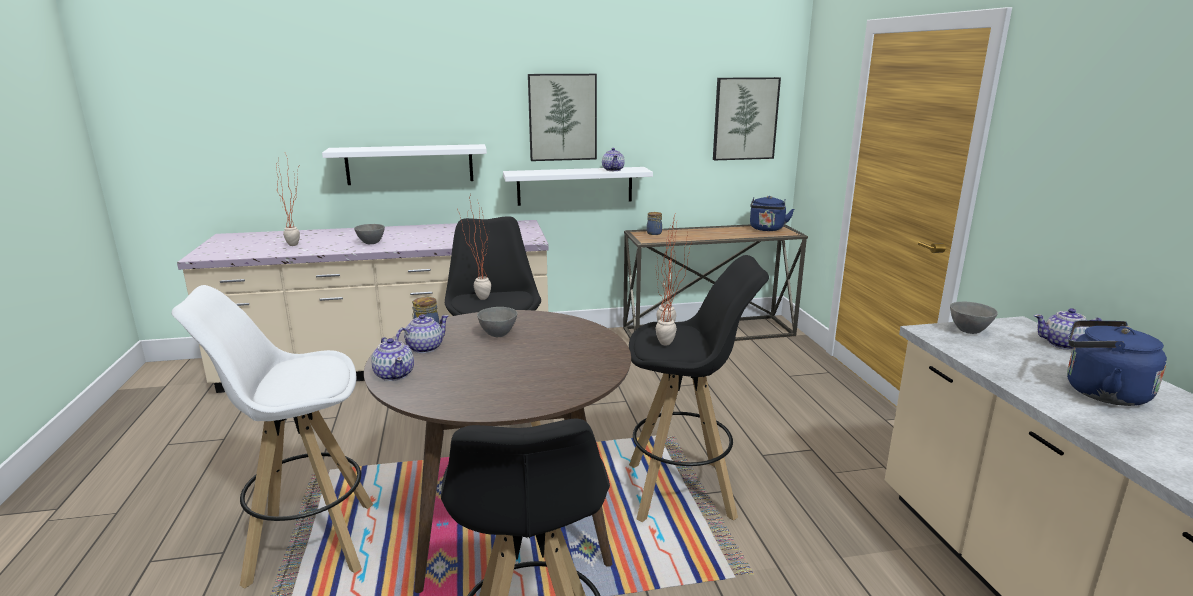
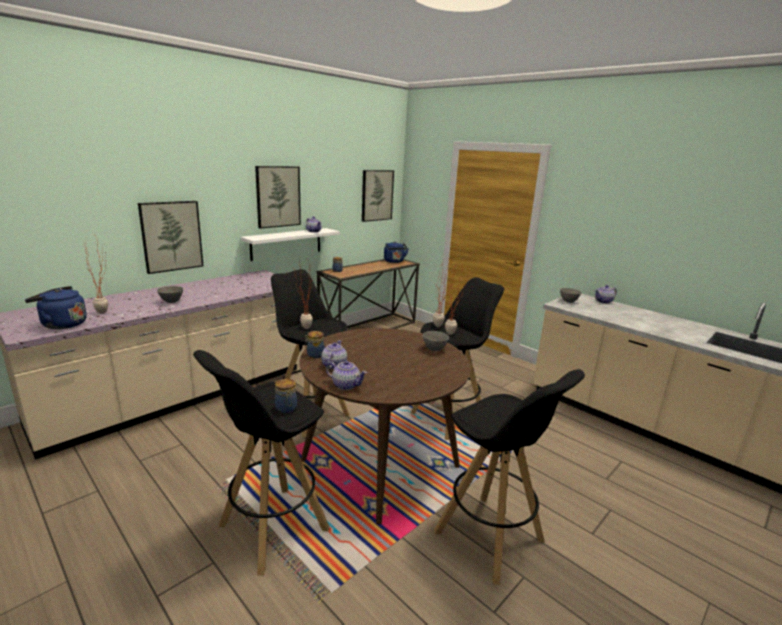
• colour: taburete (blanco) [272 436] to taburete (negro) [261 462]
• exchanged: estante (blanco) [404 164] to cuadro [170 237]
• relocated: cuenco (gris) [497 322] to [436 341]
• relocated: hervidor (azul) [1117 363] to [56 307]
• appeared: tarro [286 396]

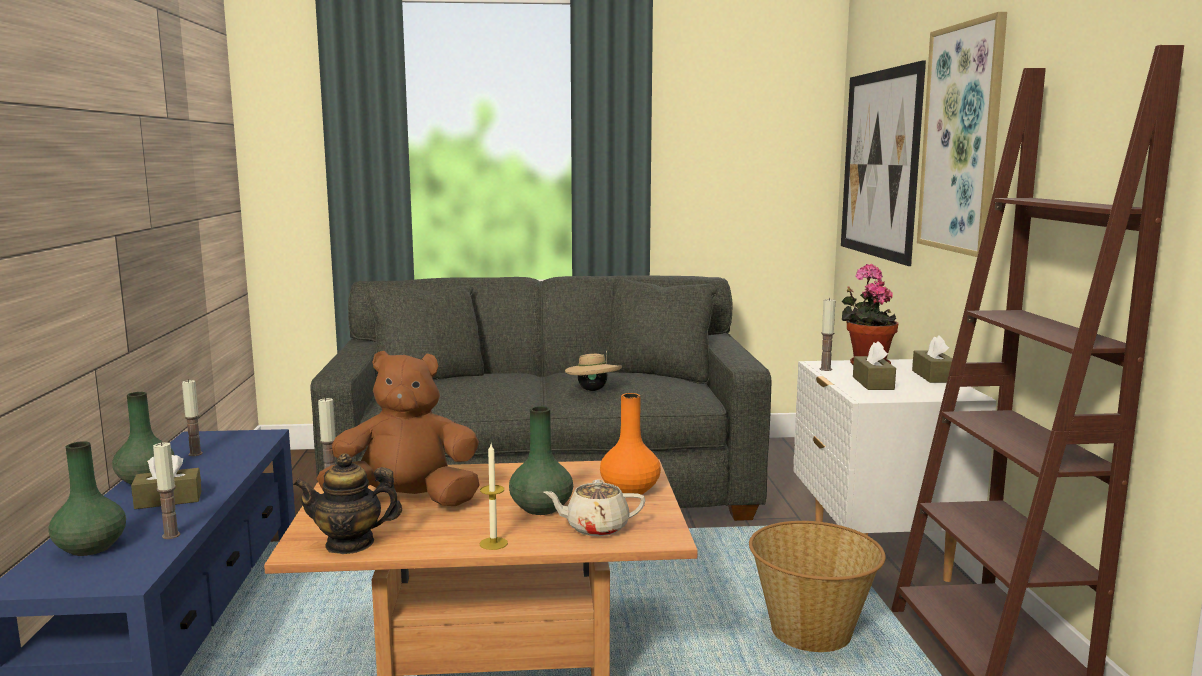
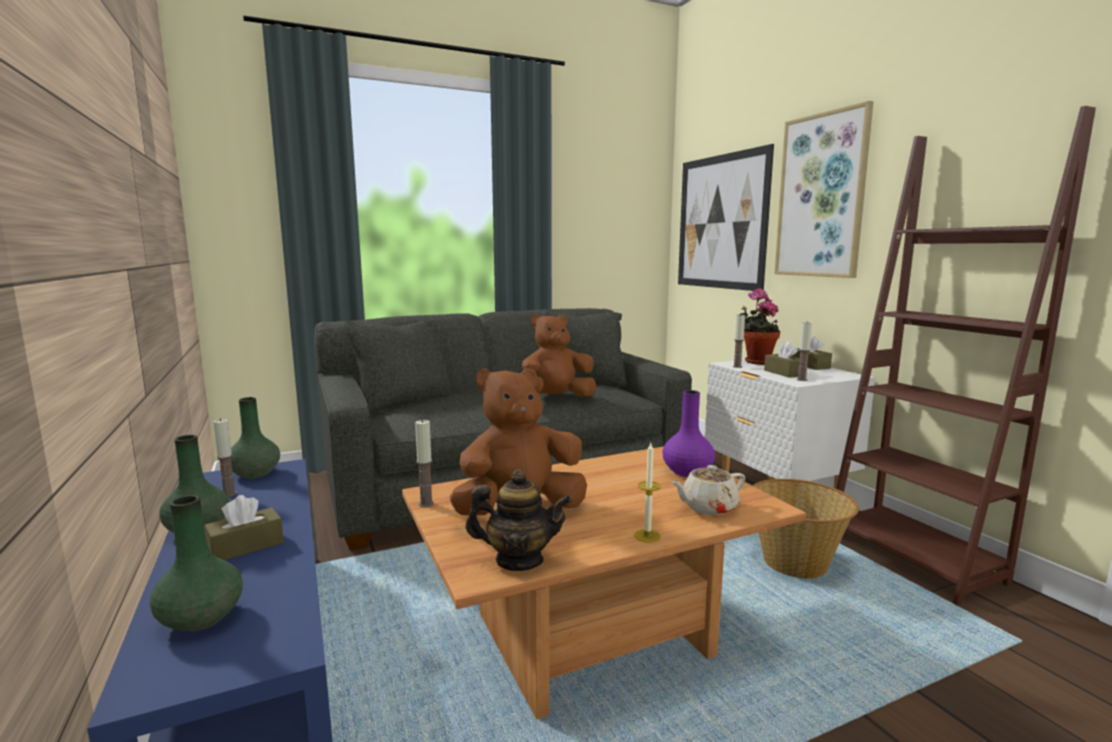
• relocated: vela [166 490] to [804 351]
• spun: tetera [347 503] = [518 520] 150 degrees counterclockwise
• relocated: florero (verde) [541 460] to [255 438]
• exchanged: sombrero (beis) [593 371] to peluche (marrón) [559 355]
• colour: florero (naranja) [630 444] to florero (morado) [688 433]

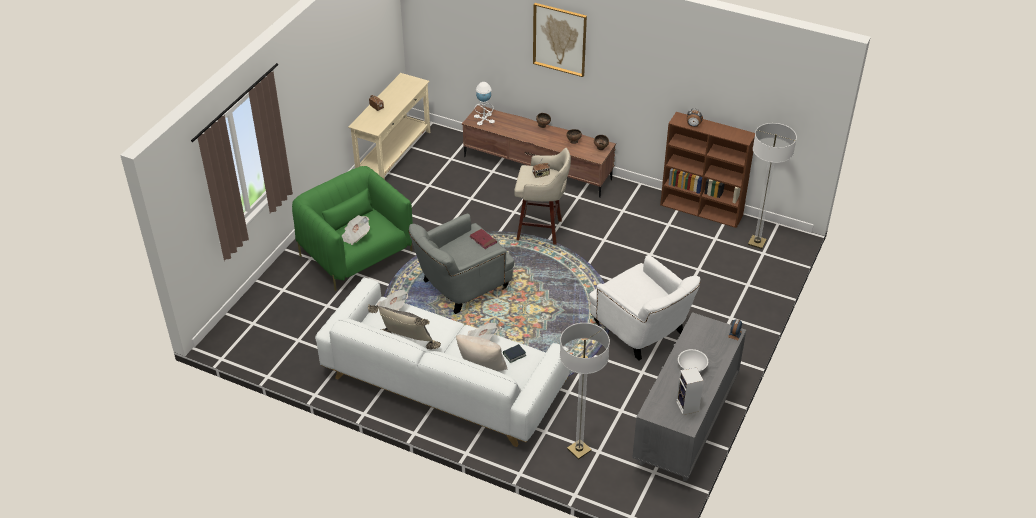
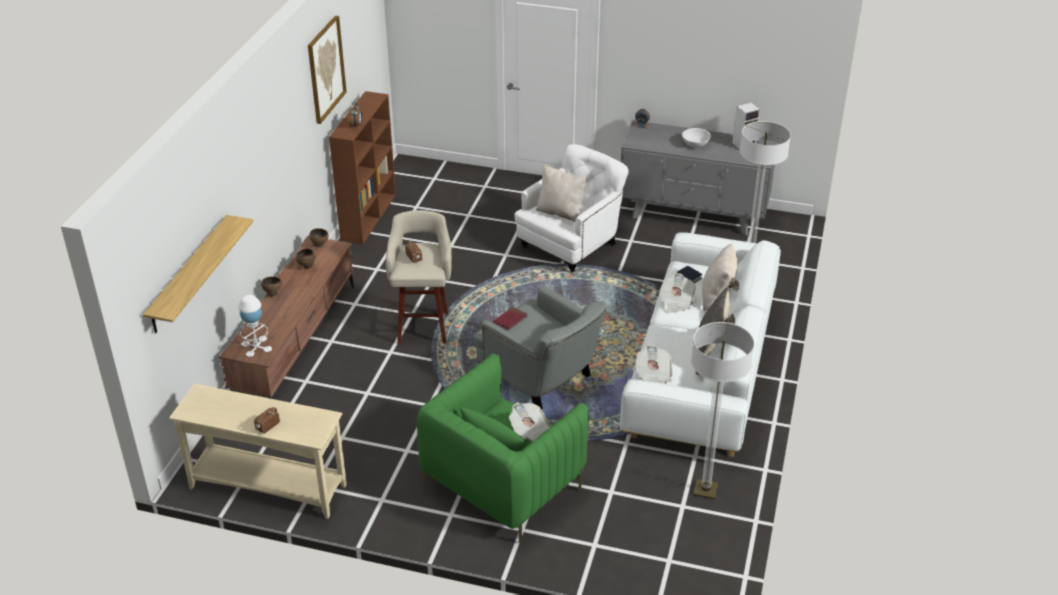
• relocated: cuadro [560 40] to [327 70]
• relocated: lámpara de pie [772 186] to [722 411]
• appeared: estante [198 274]
• appeared: cojín (beis) [561 193]

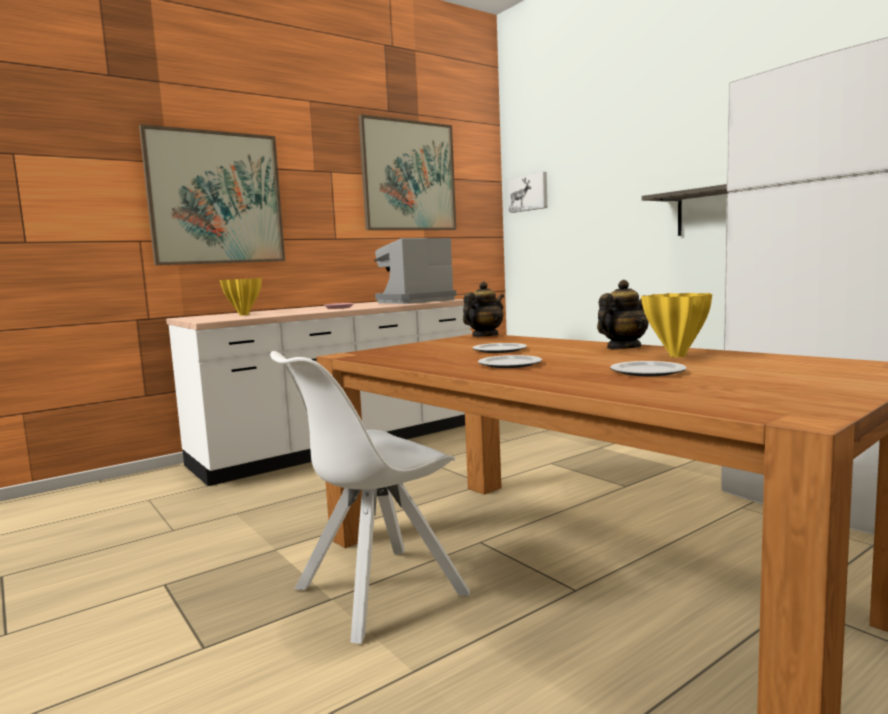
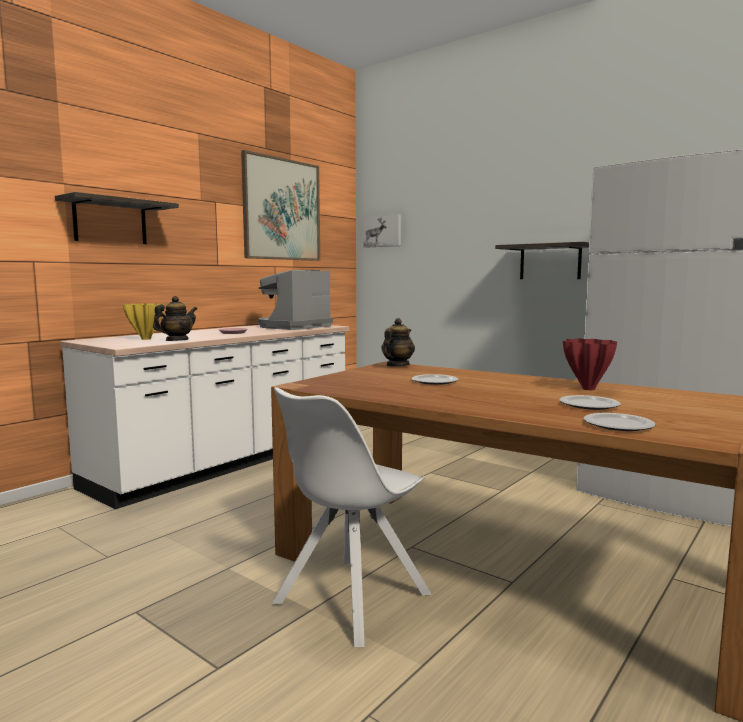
• exchanged: cuadro [212 194] to estante [117 218]
• relocated: plato [510 361] to [620 422]
• relocated: tetera [623 314] to [175 318]
• colour: florero (amarillo) [676 325] to florero (rojo) [590 364]

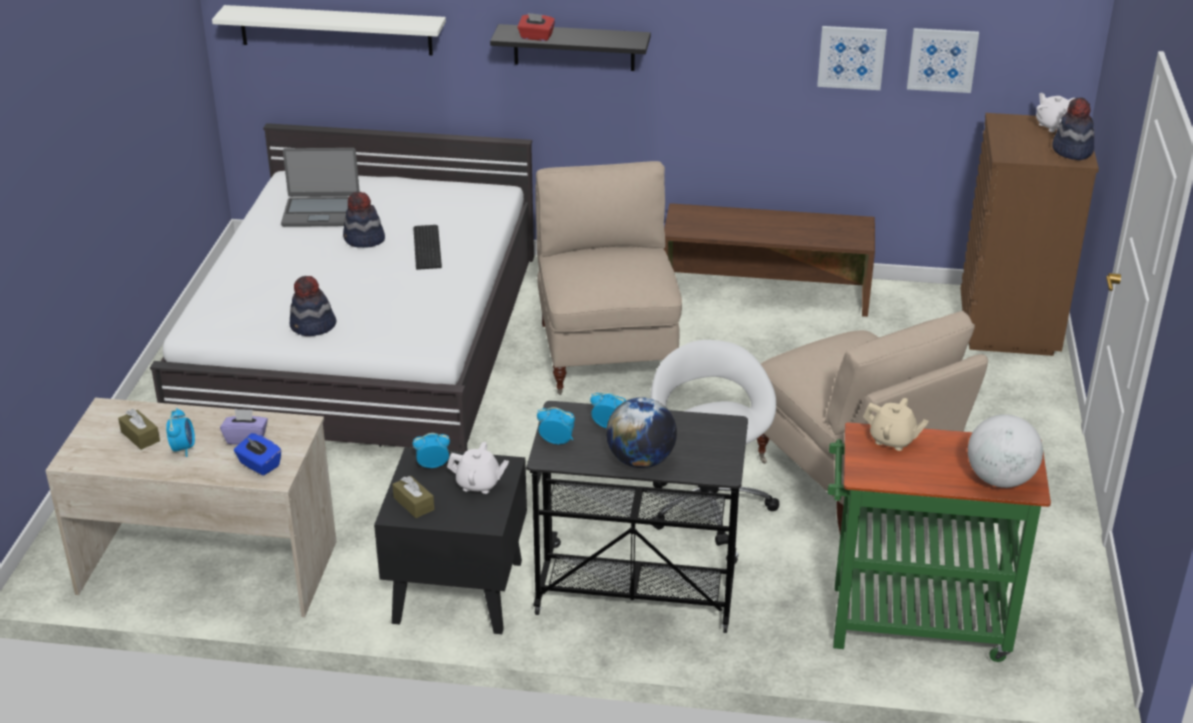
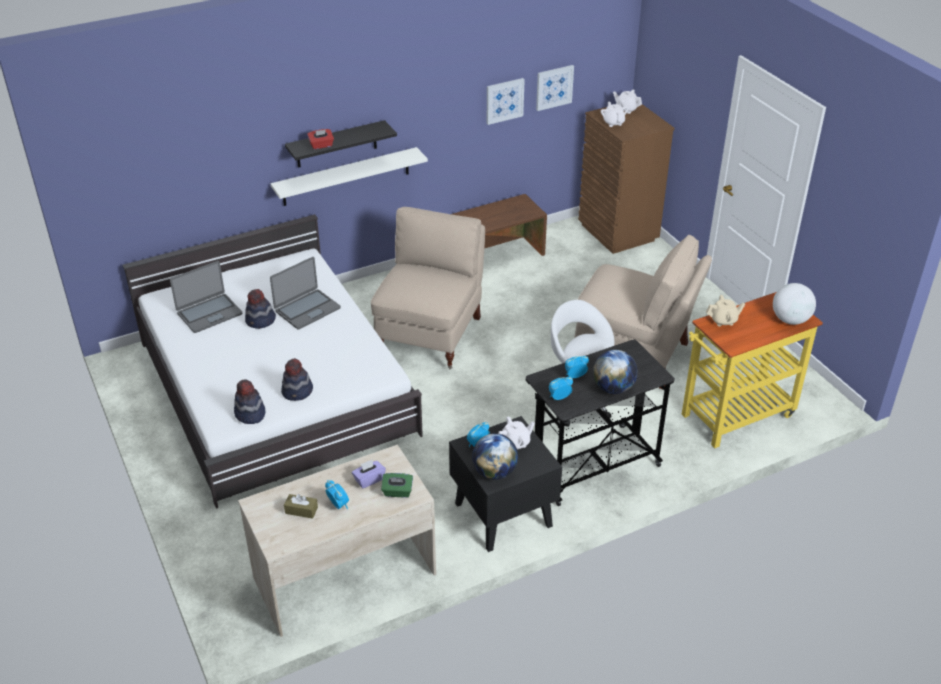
• relocated: estante (blanco) [329 30] to [349 176]
• colour: caja de pañuelos (azul) [257 454] to caja de pañuelos (verde) [397 485]
• exchanged: caja de pañuelos (marrón) [413 497] to globo terráqueo [495 456]
• exchanged: teclado [427 247] to portátil [305 293]
• spun: silla (beis) [608 278] = [428 288] 60 degrees clockwise
• colour: carrito (verde) [939 542] to carrito (amarillo) [752 370]
• relocated: sombrero [1073 128] to [250 401]
• appeared: tetera (blanco) [615 114]

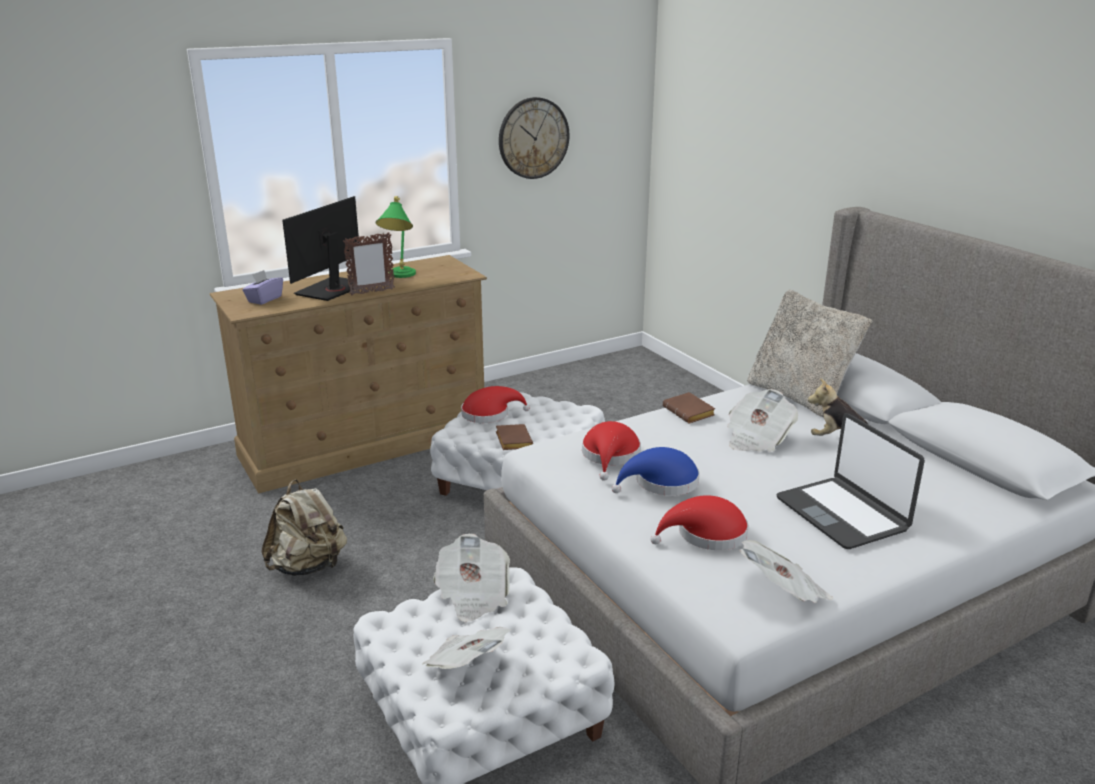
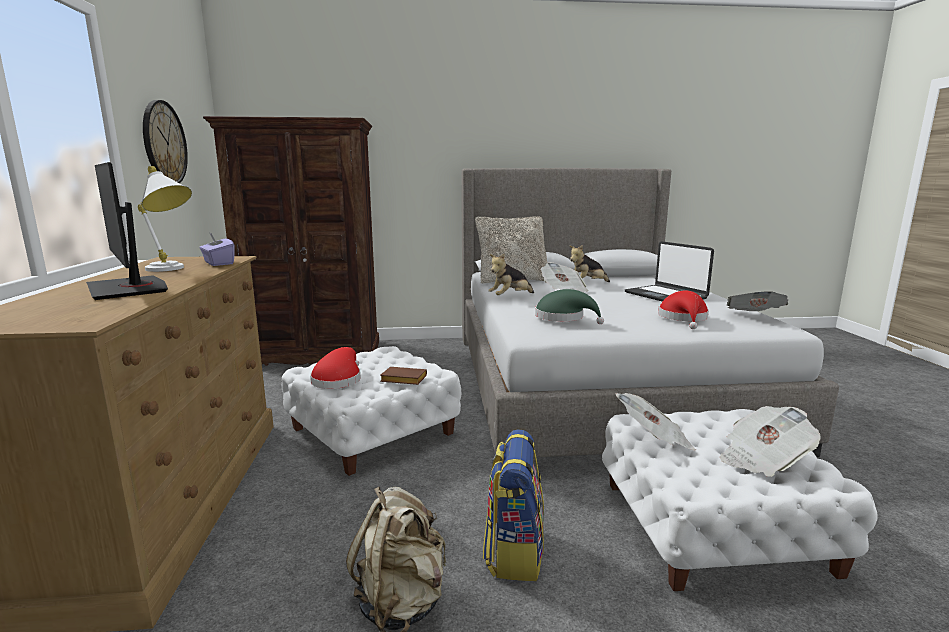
• relocated: caja de pañuelos (morado) [262 287] to [217 249]
• missing: portarretratos [369 263]
• colour: lámpara de mesa (verde) [396 237] to lámpara de mesa (blanco) [165 219]
• colour: sombrero (rojo) [611 451] to sombrero (verde) [569 306]
• missing: sombrero (azul) [656 471]
• exchanged: libro (marrón) [689 407] to peluche [511 274]
• spun: portátil [850 481] = [669 271] 60 degrees clockwise
• appeared: armario ropero (marrón) [291 241]
• appeared: mochila [513 505]

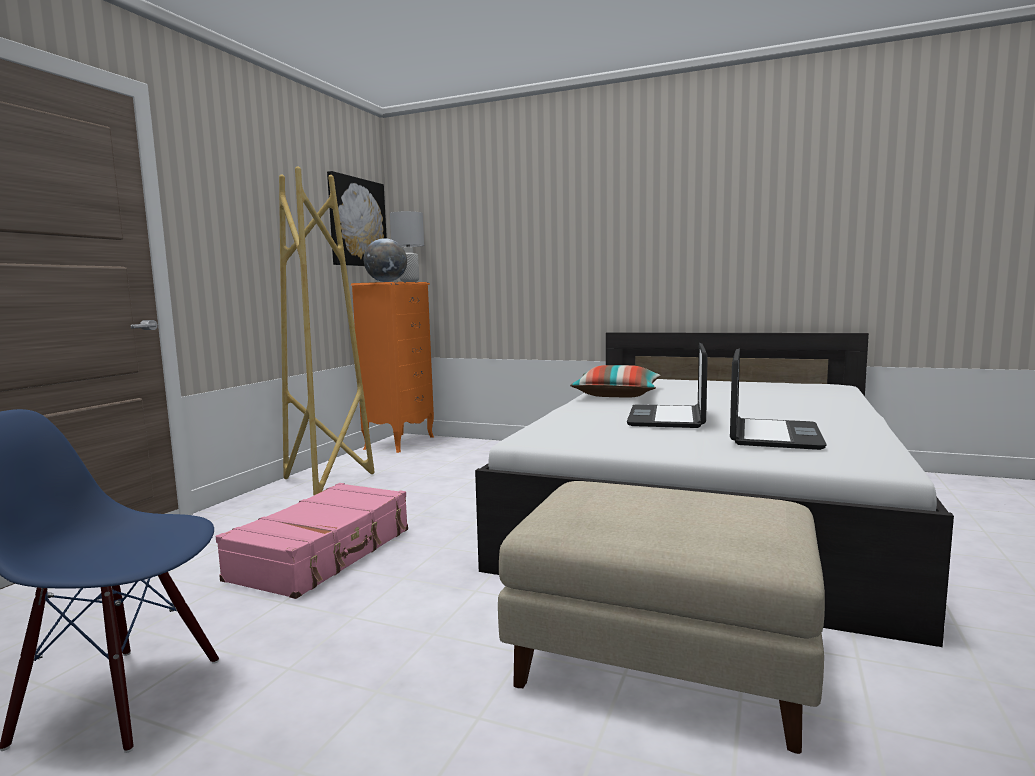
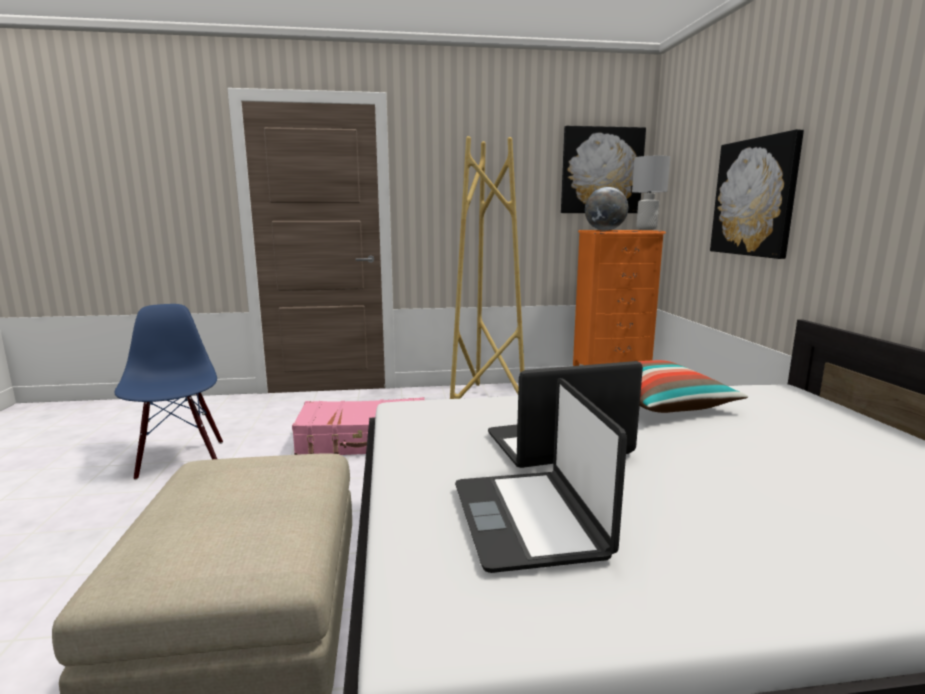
• spun: portátil [778 399] = [541 475] 90 degrees clockwise
• appeared: cuadro [757 194]

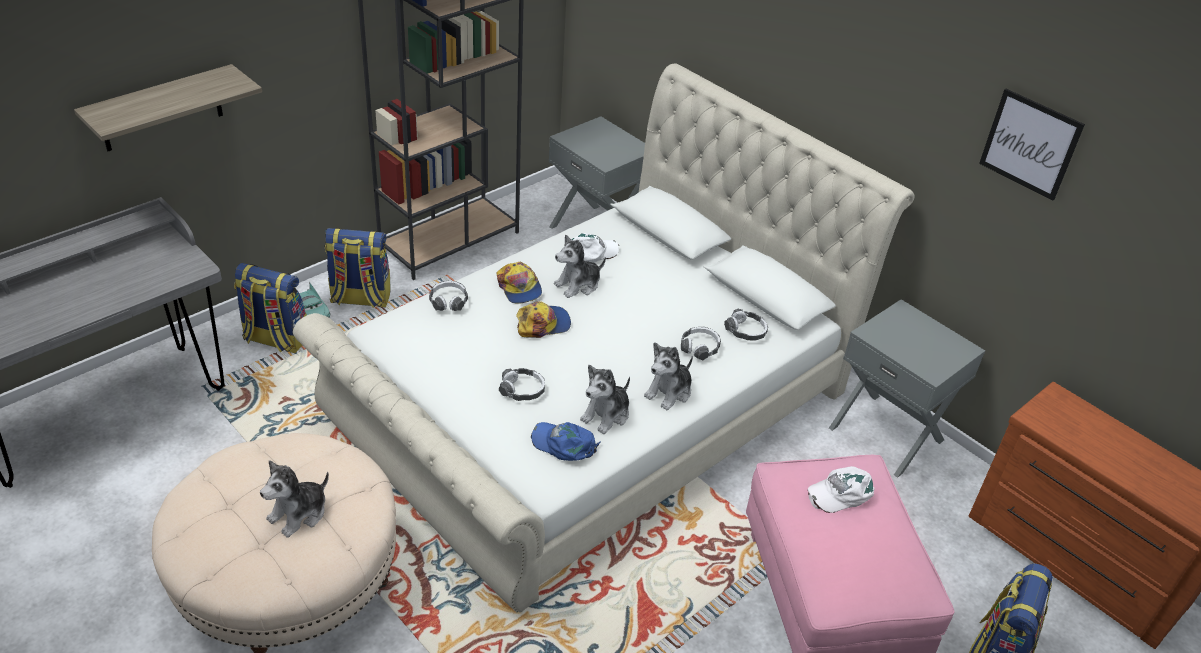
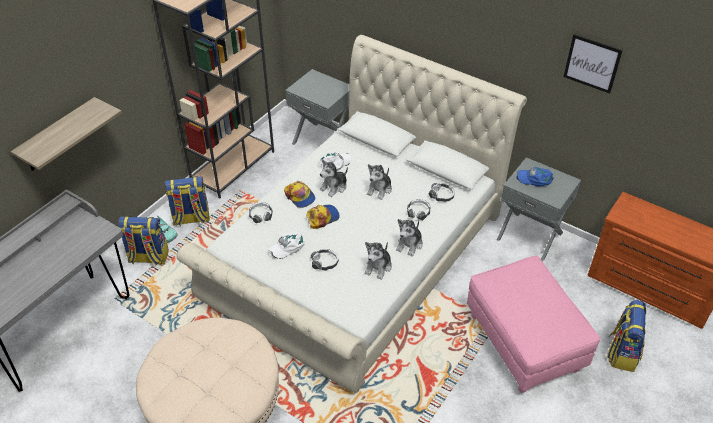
• relocated: peluche [294 499] to [379 182]
• relocated: gorra (azul) [566 441] to [534 177]
• relocated: gorra (blanco) [841 489] to [287 245]

